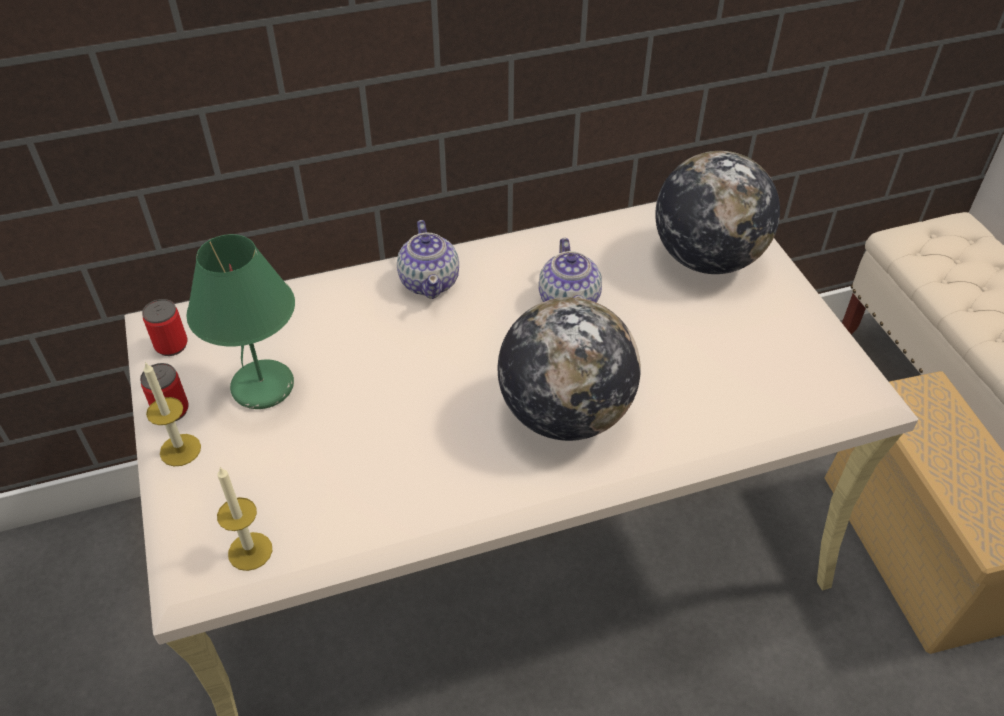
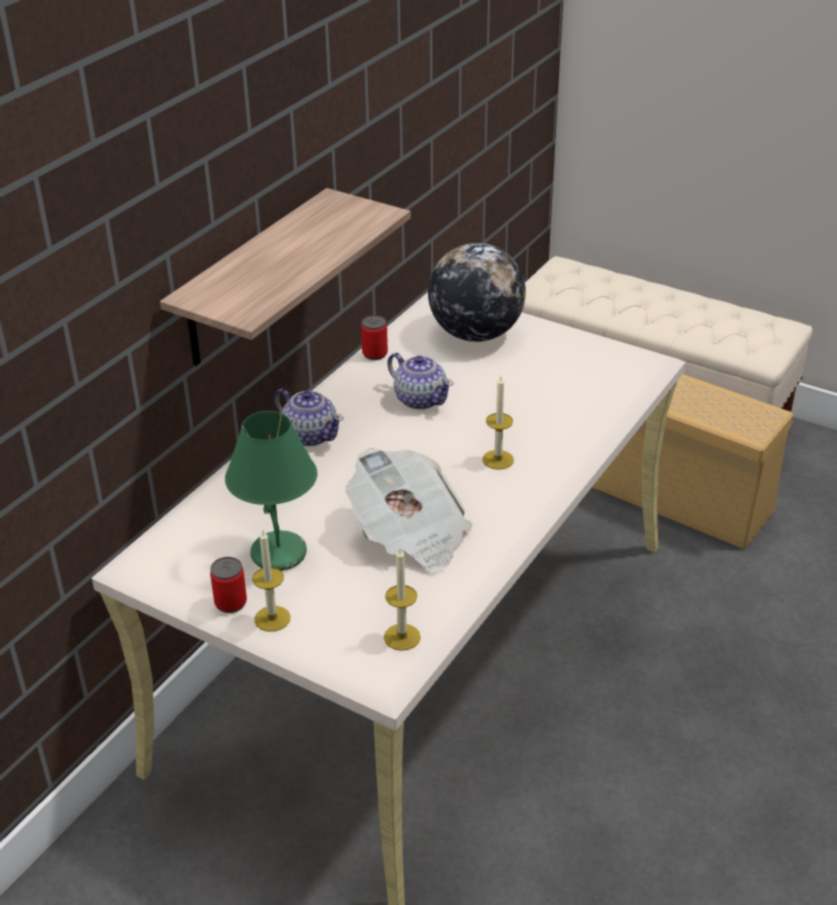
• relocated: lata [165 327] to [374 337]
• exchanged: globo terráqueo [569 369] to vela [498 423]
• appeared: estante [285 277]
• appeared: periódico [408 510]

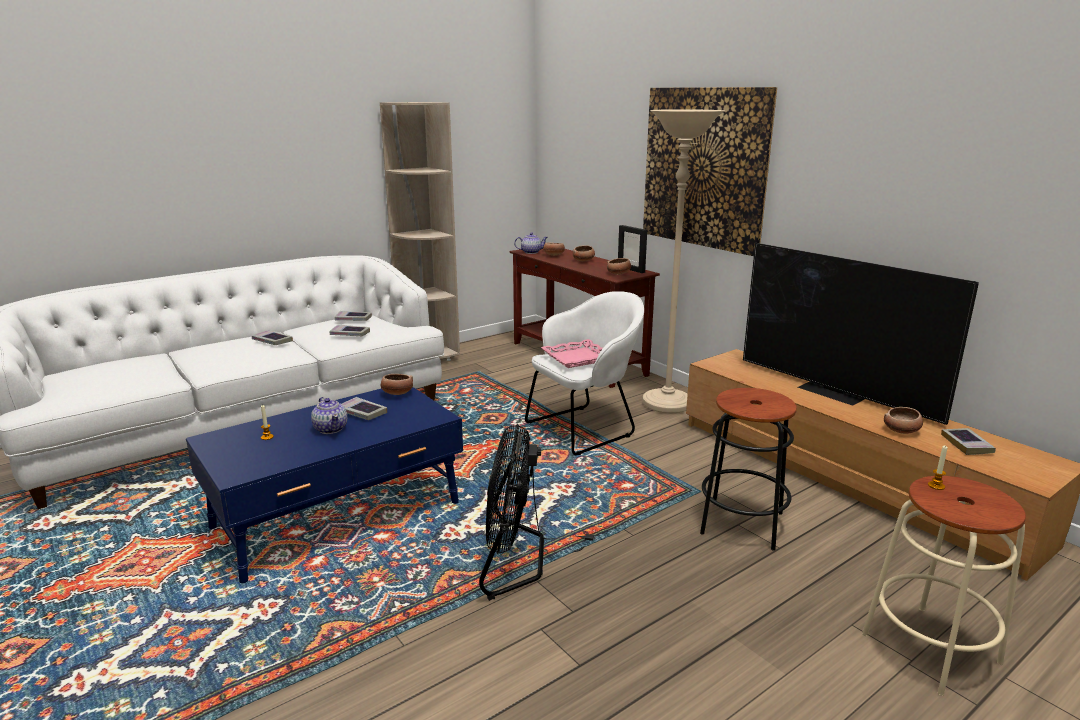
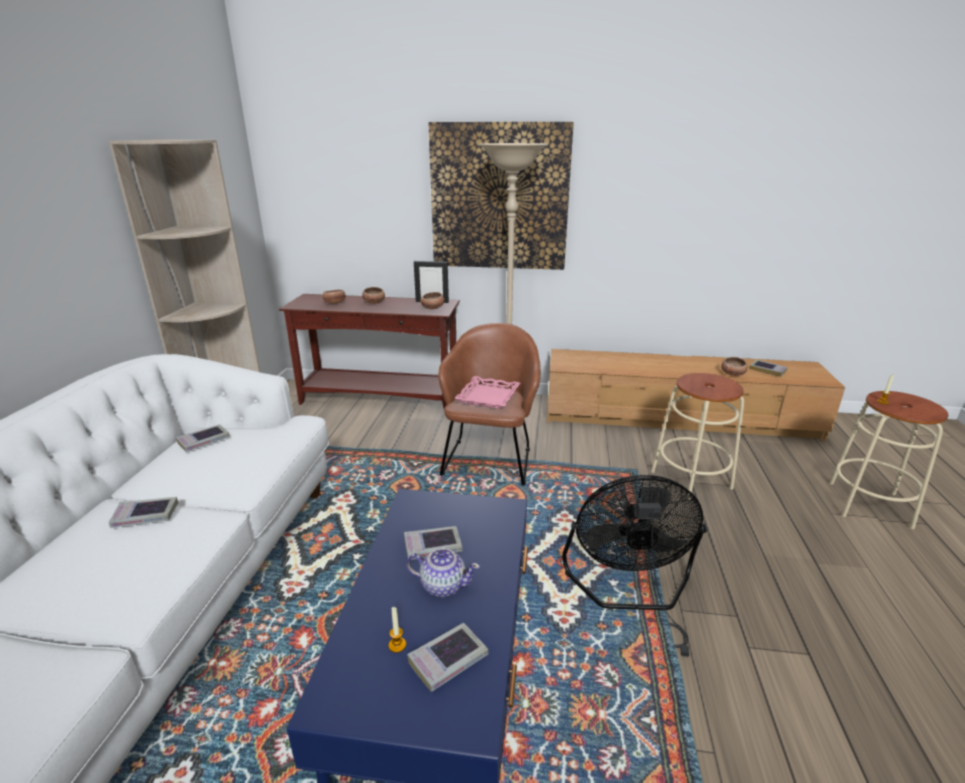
• relocated: libro [349 330] to [447 657]
• missing: cuenco [396 384]
• spun: ventilador (negro) [537 512] = [635 566] 135 degrees clockwise
• missing: tetera [531 243]
• colour: sillón (blanco) [584 373] to sillón (marrón) [489 404]
• colour: taburete (negro) [748 469] to taburete (beis) [697 437]
• missing: televisor [860 334]

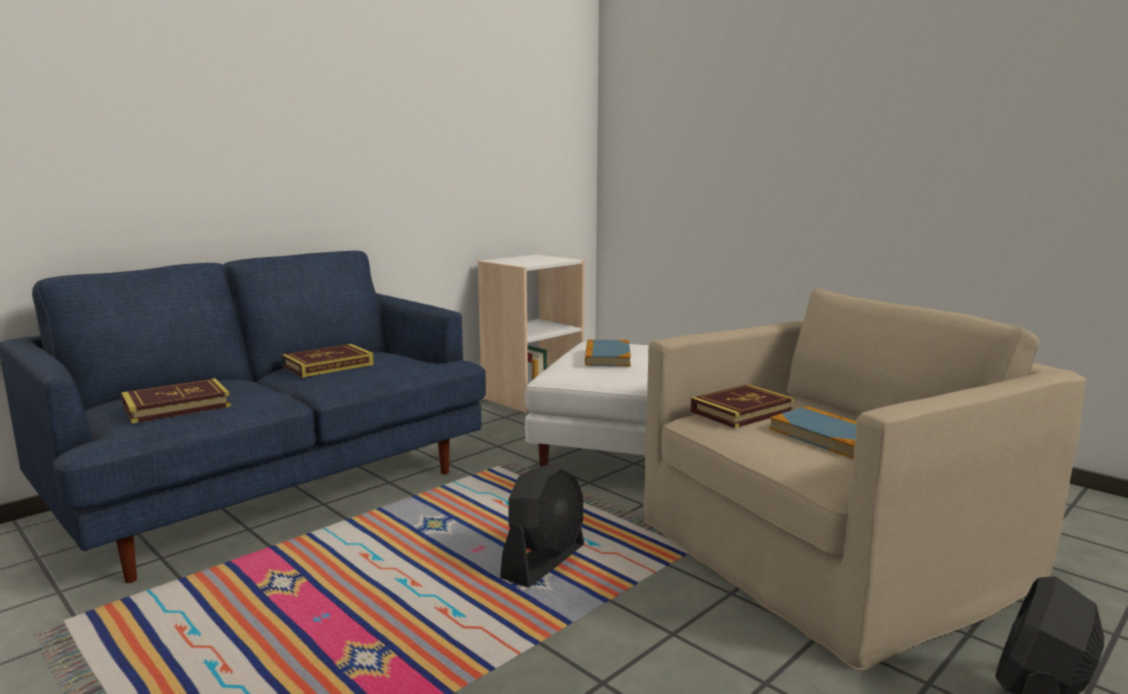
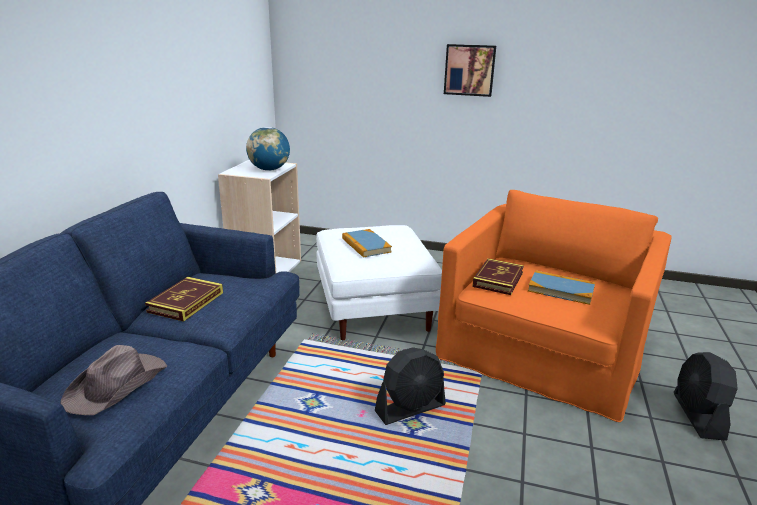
• exchanged: libro [176 401] to sombrero (marrón) [114 380]
• spun: ventilador (negro) [542 525] = [410 386] 60 degrees clockwise
• colour: sillón (beis) [864 479] to sillón (naranja) [554 306]
• appeared: globo terráqueo [268 149]
• appeared: cuadro [470 70]

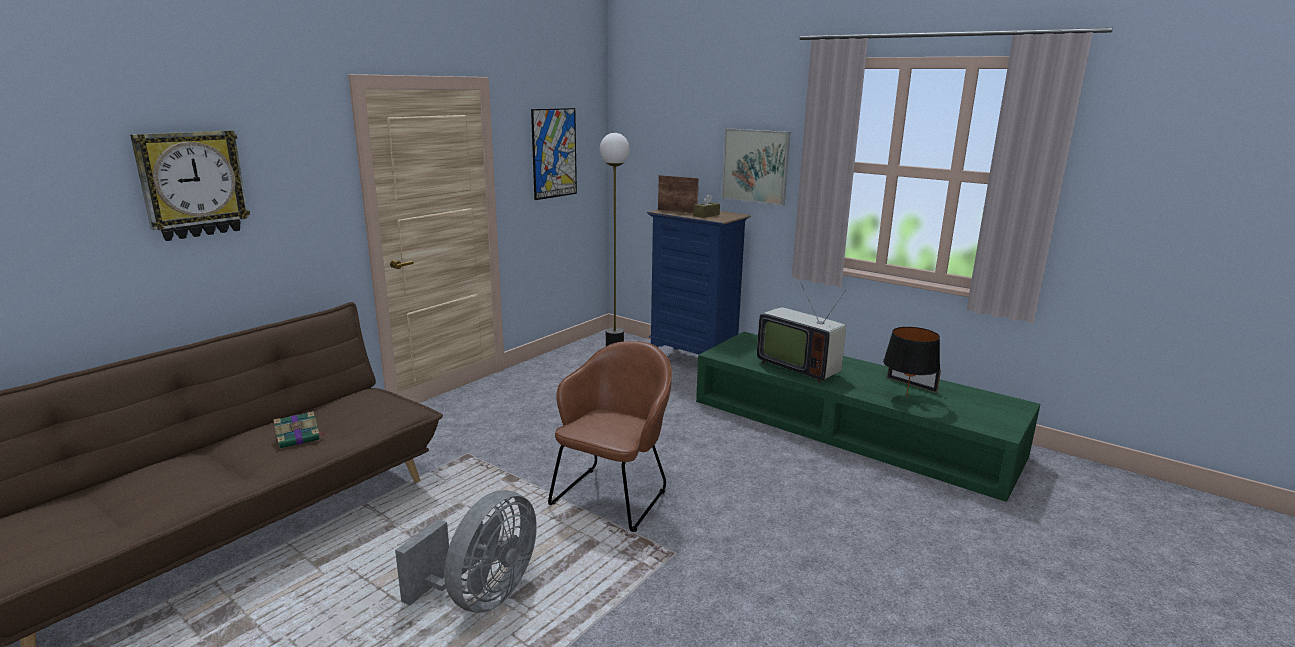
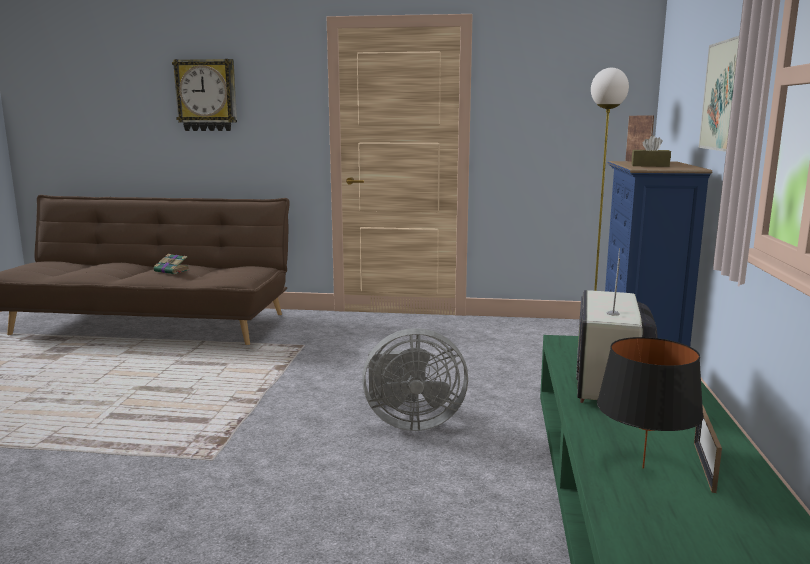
• relocated: ventilador (gris) [466 551] to [415 379]
• missing: cuadro [554 154]
• missing: sillón (marrón) [610 436]

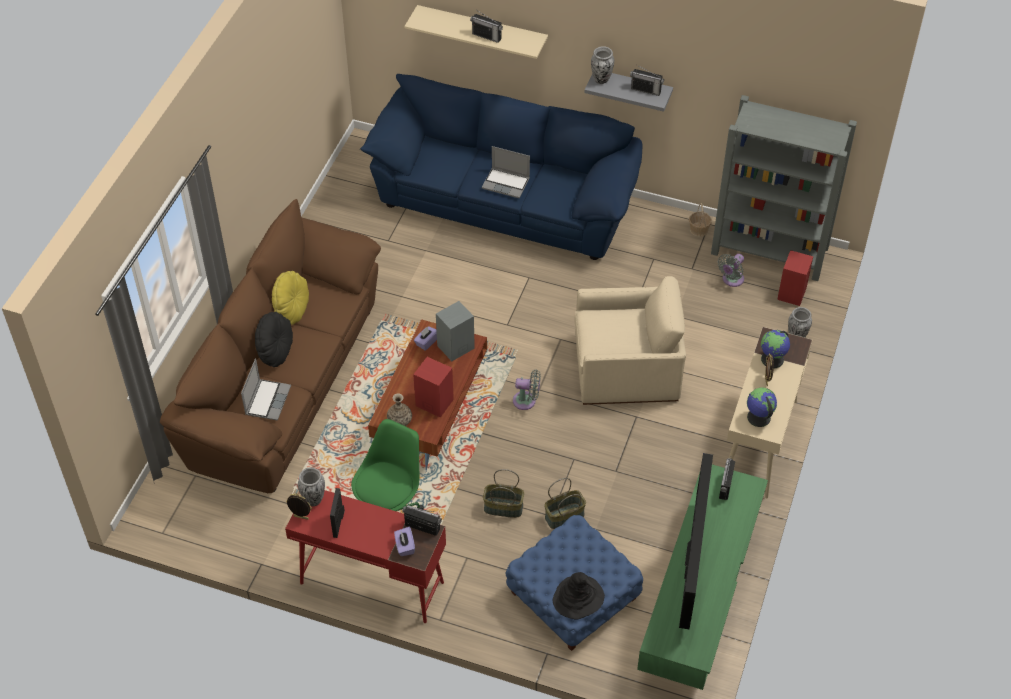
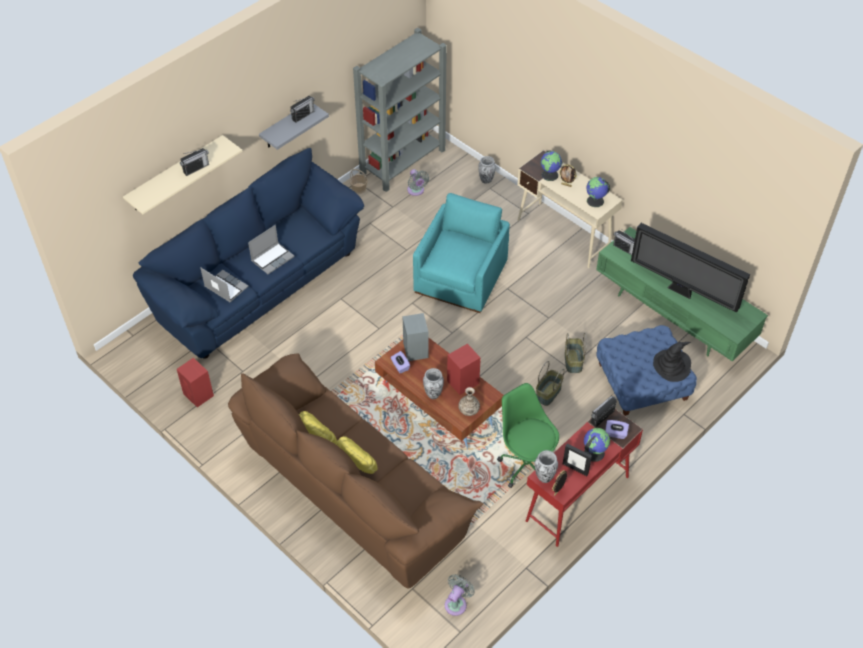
• relocated: portátil [266 389] to [224 285]
• colour: cojín (negro) [274 339] to cojín (amarillo) [357 455]
• relocated: ventilador (gris) [527 390] to [460 595]
• colour: sillón (beis) [630 340] to sillón (turquesa) [461 253]
• relocated: florero [602 65] to [433 383]
• relocated: altavoz (rojo) [795 278] to [195 382]
• appeared: globo terráqueo [597 445]

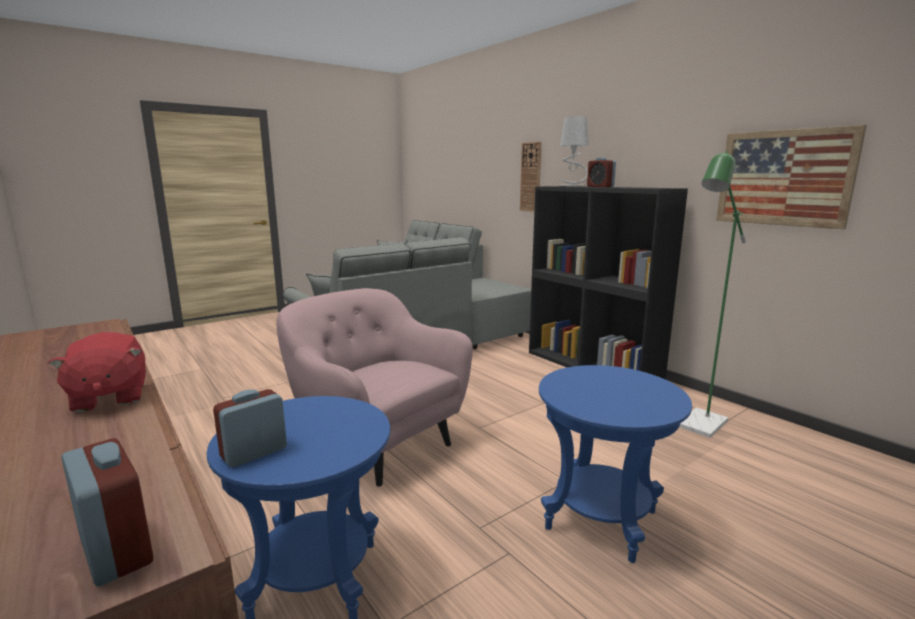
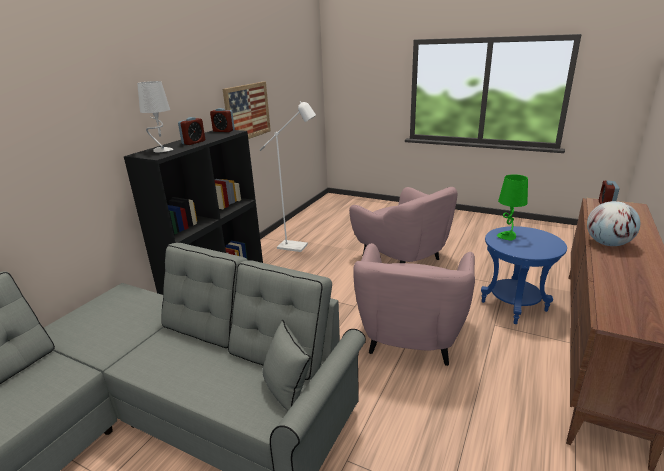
• exchanged: peluche (rojo) [97 372] to globo terráqueo [613 223]
• relocated: despertador [250 428] to [222 120]
• missing: reloj de pared [531 177]
• exchanged: mesa auxiliar (azul) [615 464] to sillón (rosa) [403 225]
• colour: lámpara de pie (verde) [712 294] to lámpara de pie (blanco) [287 176]
• appeared: lámpara de mesa (verde) [512 207]

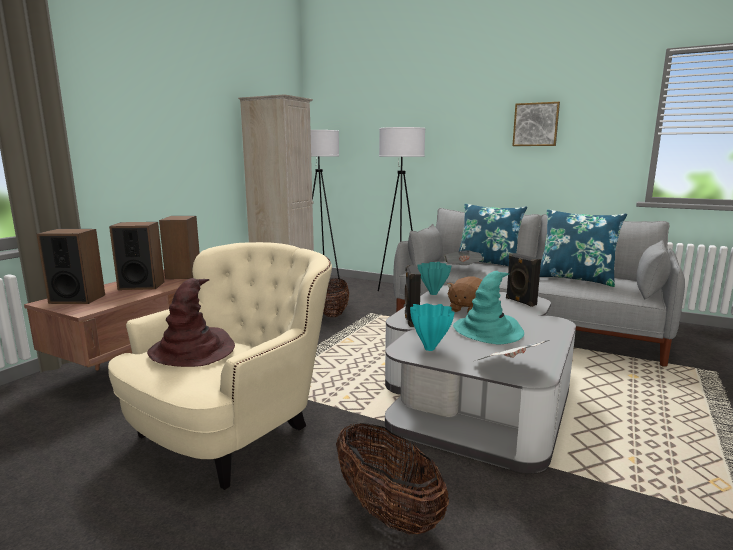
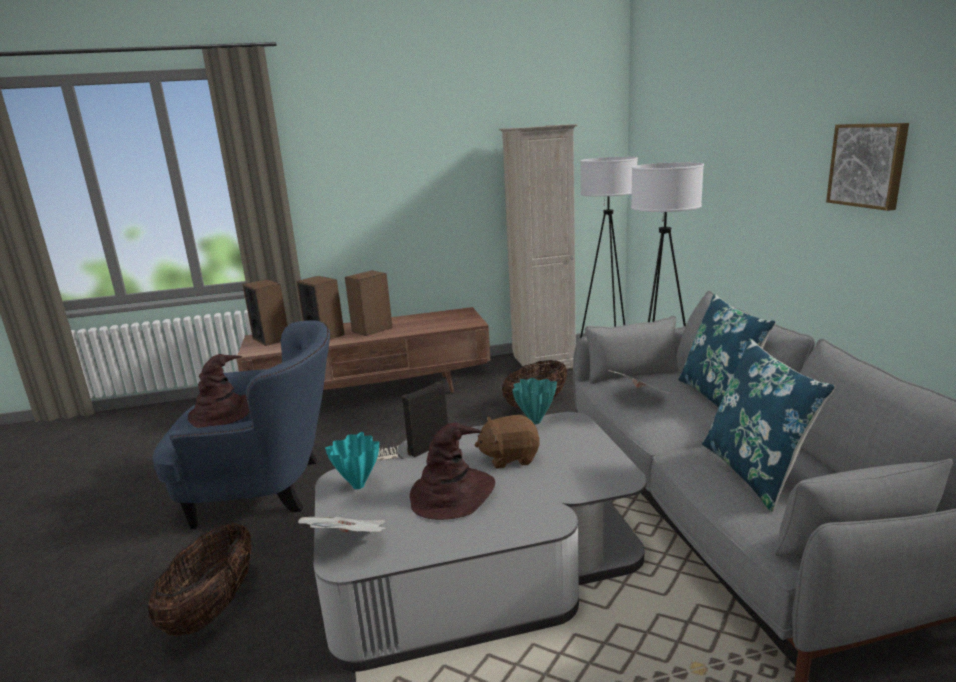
• colour: sillón (beis) [220 366] to sillón (azul) [241 425]
• colour: sombrero (turquesa) [488 307] to sombrero (marrón) [452 471]
• missing: altavoz (negro) [523 280]

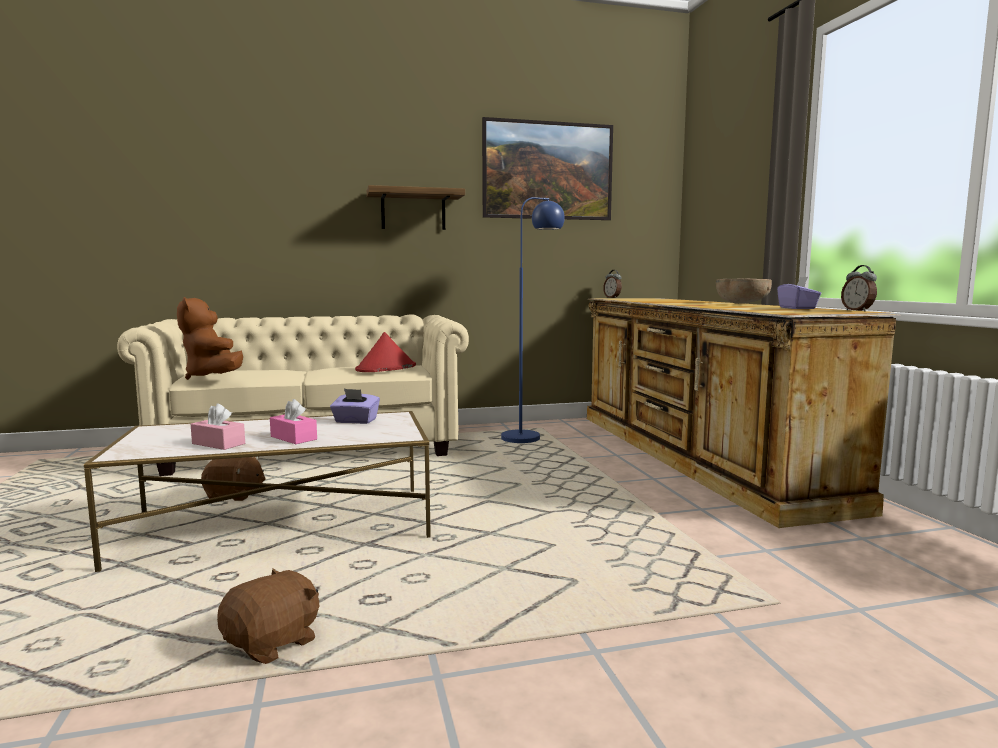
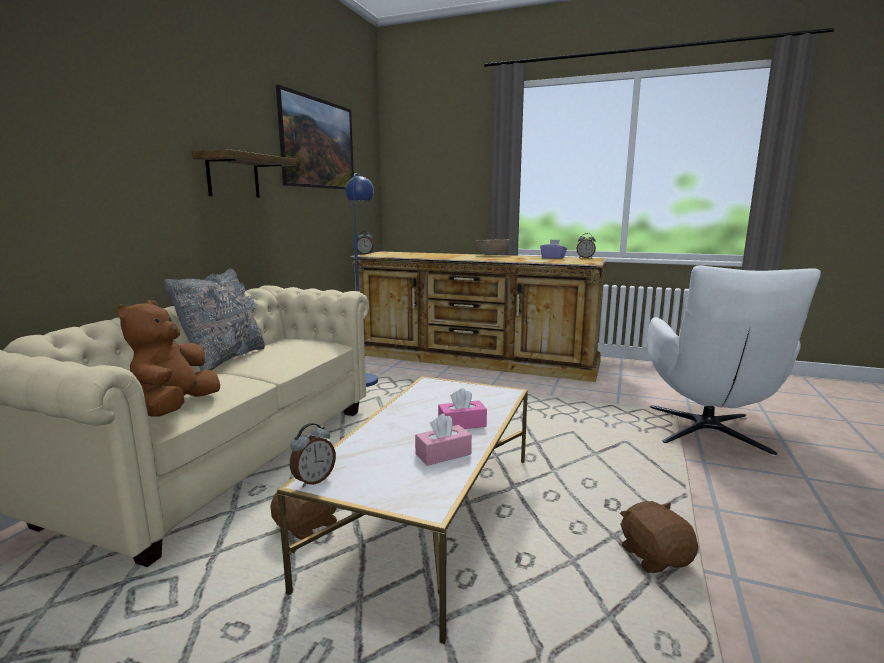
• spun: peluche (marrón) [210 338] = [168 358] 90 degrees clockwise
• missing: caja de pañuelos (morado) [355 406]
• missing: sombrero (rojo) [385 352]
• appeared: cojín (gris) [214 320]
• appeared: despertador [313 455]
• appeared: sillón (blanco) [734 360]

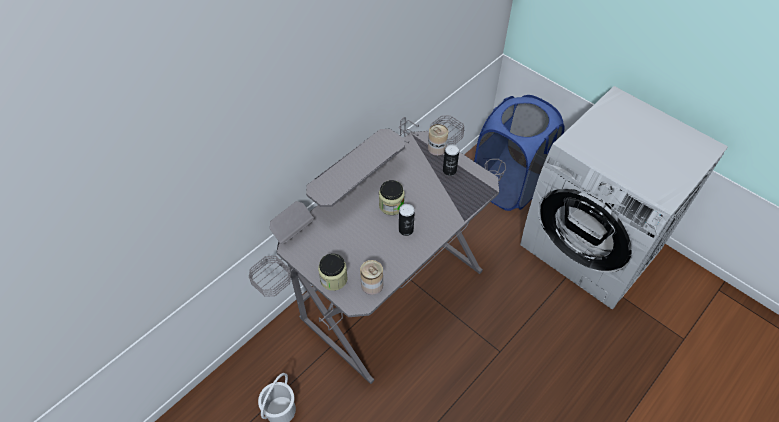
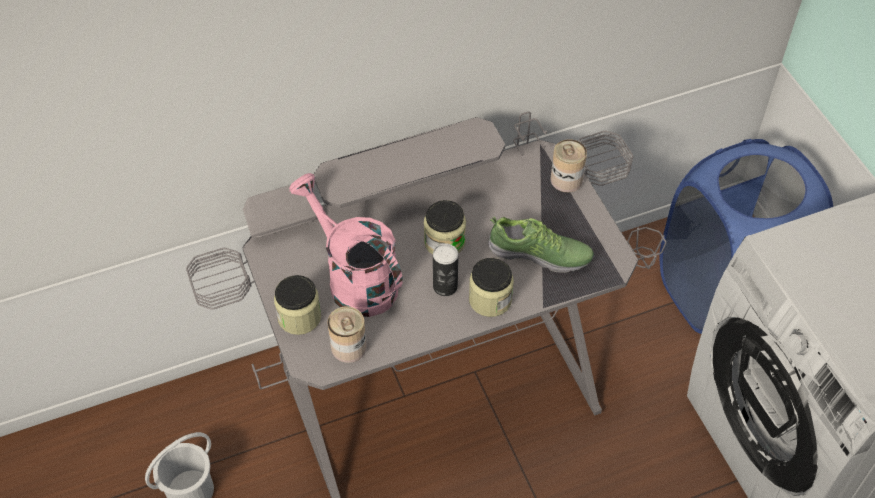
• missing: lata [451 160]
• appeared: regadera (rosa) [346 245]
• appeared: tarro [491 287]
• appeared: zapato [541 245]

